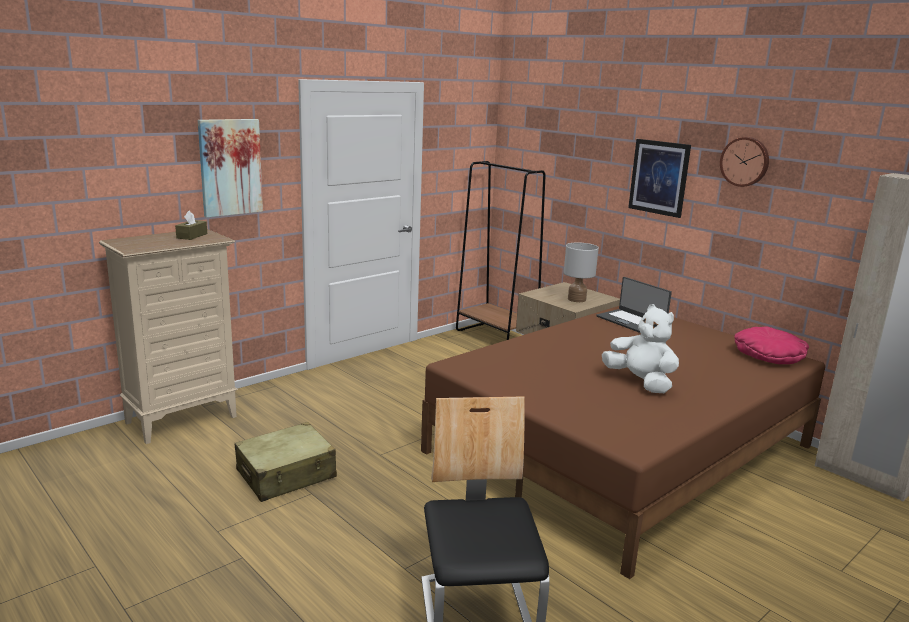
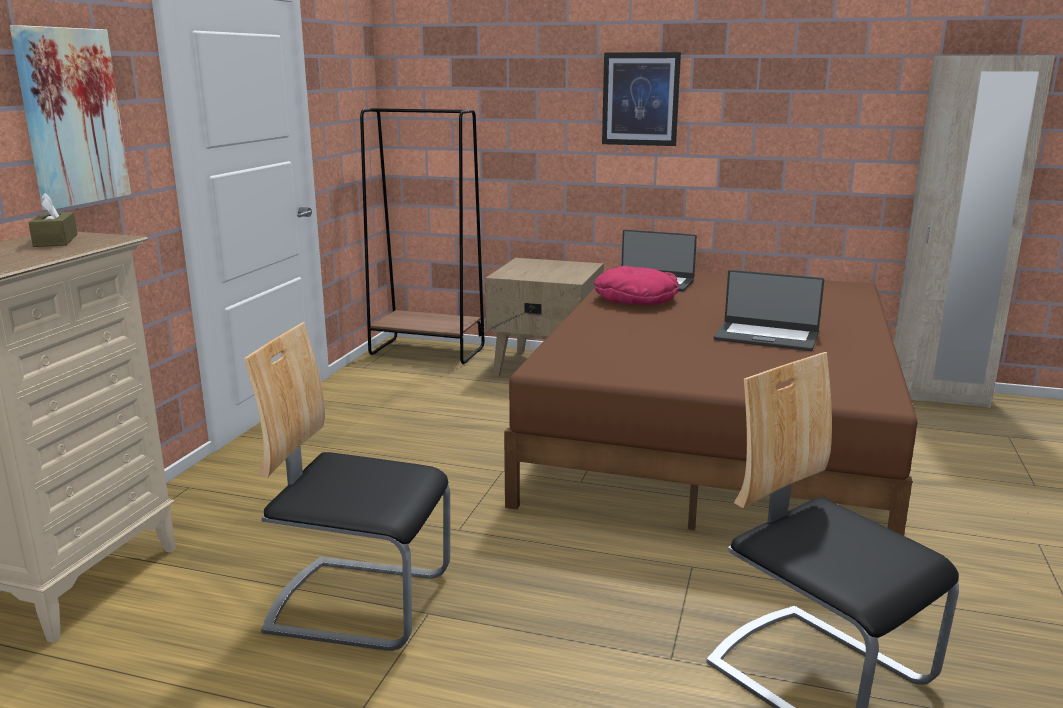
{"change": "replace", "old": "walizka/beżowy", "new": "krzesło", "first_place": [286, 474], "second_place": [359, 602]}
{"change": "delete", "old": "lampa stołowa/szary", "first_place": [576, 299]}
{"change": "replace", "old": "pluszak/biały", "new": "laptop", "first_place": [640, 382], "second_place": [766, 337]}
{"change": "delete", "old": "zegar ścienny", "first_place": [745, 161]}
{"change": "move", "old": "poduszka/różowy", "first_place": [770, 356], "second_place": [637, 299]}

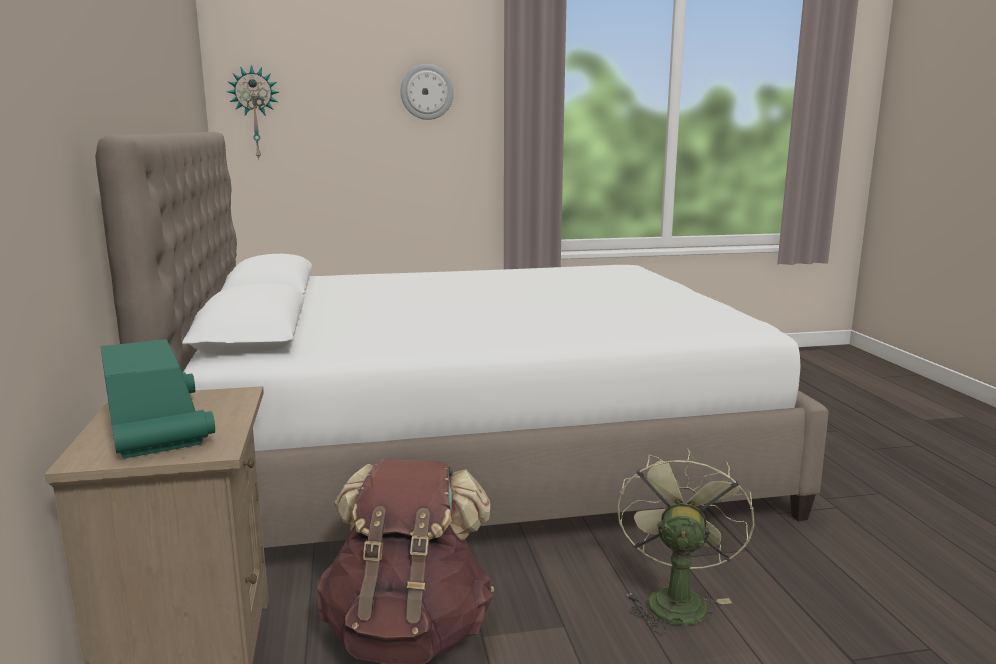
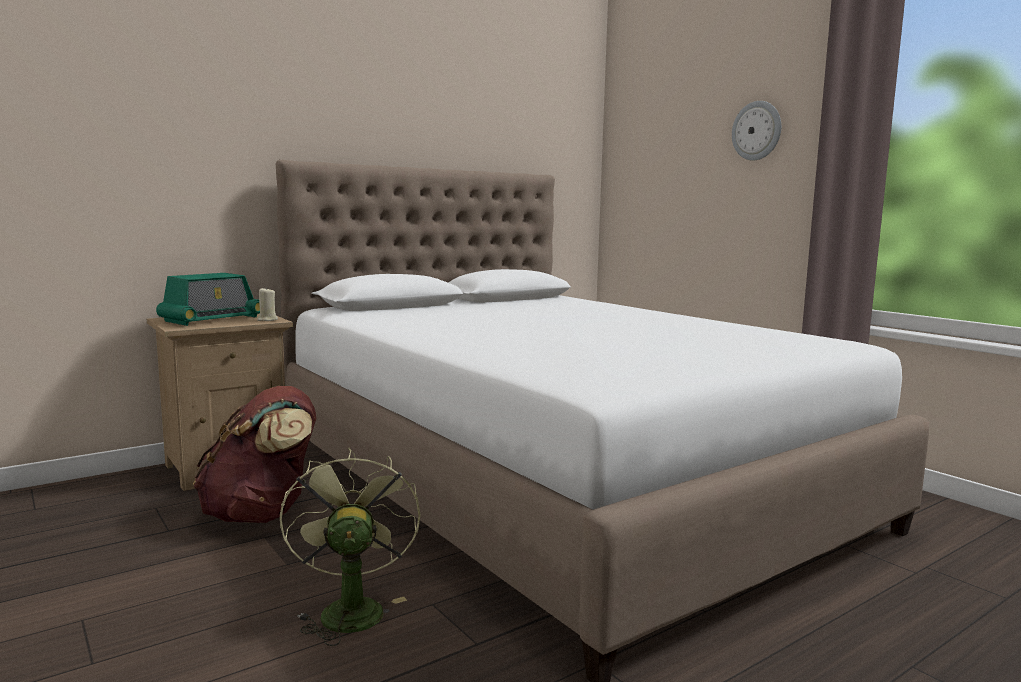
{"change": "delete", "old": "zegar ścienny", "first_place": [255, 113]}
{"change": "rotate", "old": "wentylator/zielony", "first_place": [675, 598], "second_place": [349, 608], "degrees": -90}
{"change": "insert", "new": "świeca/beżowy", "second_place": [267, 320]}

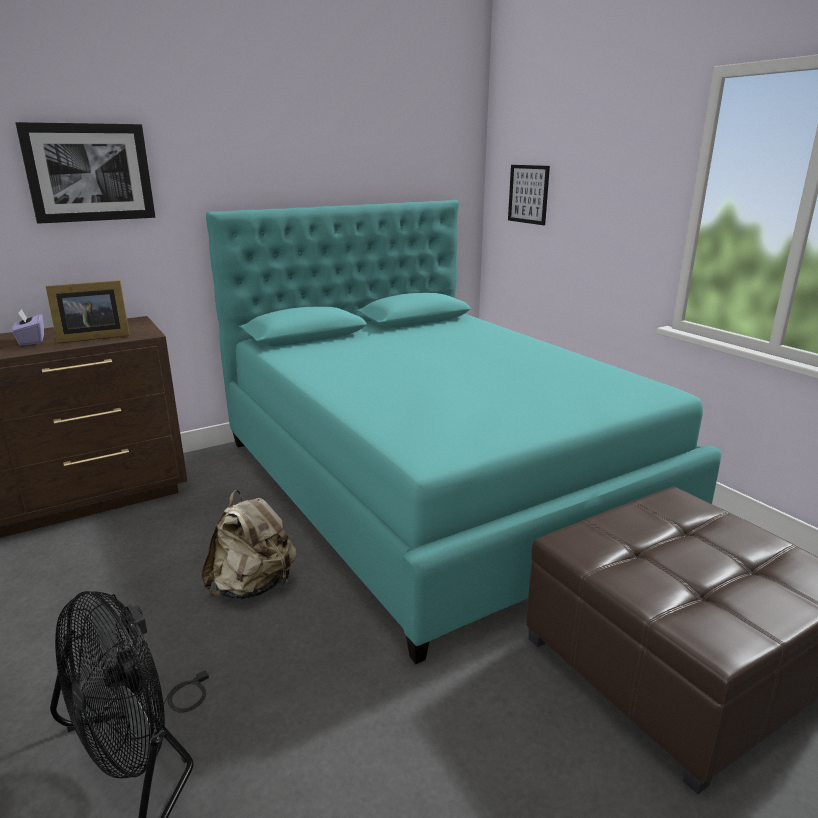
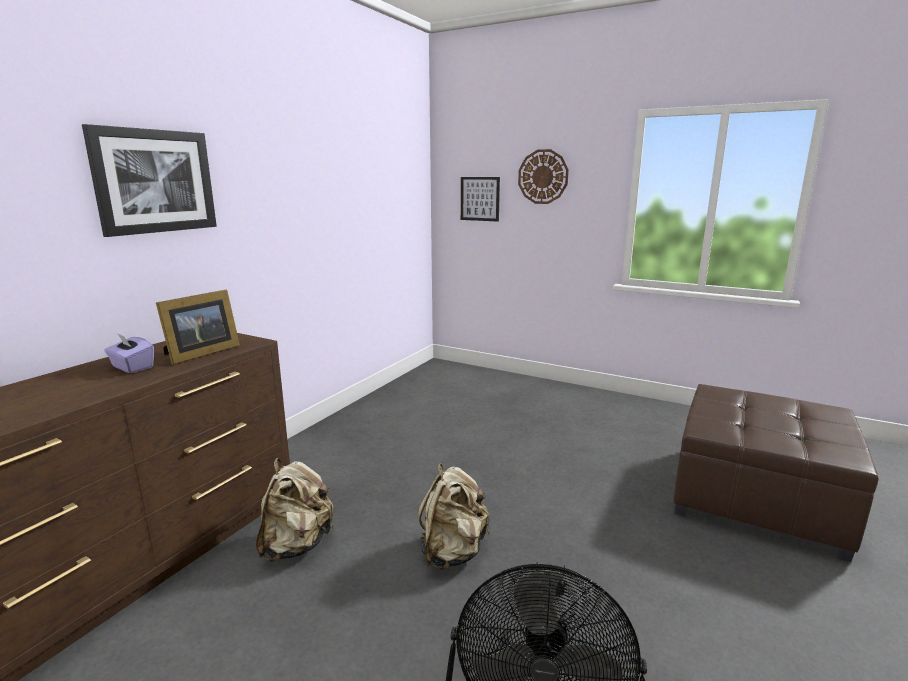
{"change": "delete", "old": "łóżko/turkusowy", "first_place": [437, 483]}
{"change": "insert", "new": "plecak/beżowy", "second_place": [297, 545]}
{"change": "insert", "new": "zegar ścienny", "second_place": [543, 177]}

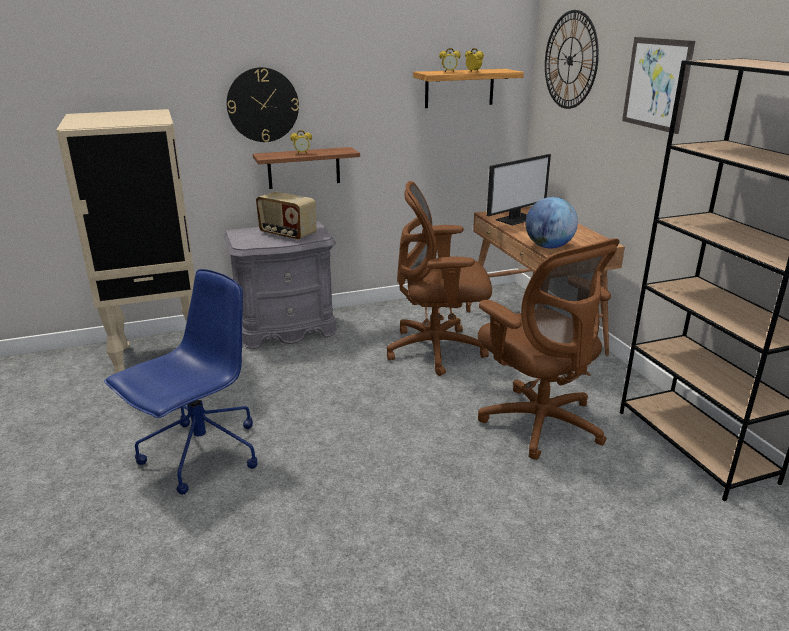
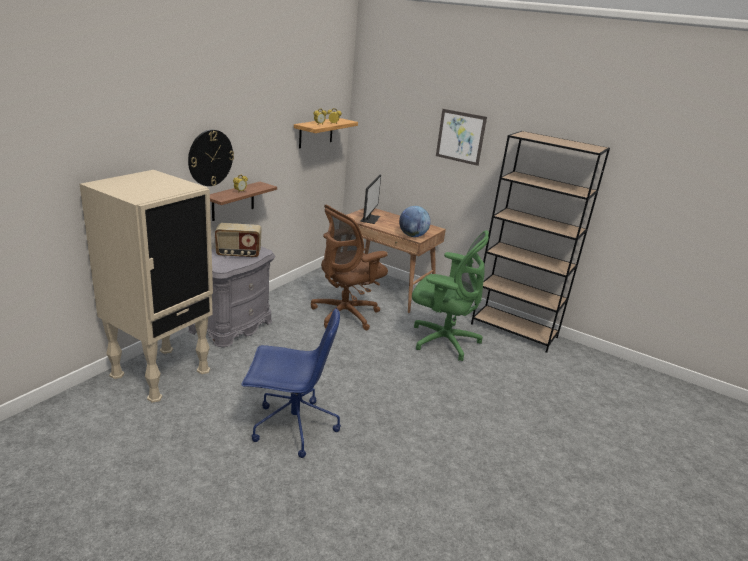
{"change": "rotate", "old": "krzesło biurowe/niebieski", "first_place": [198, 457], "second_place": [290, 427], "degrees": 90}
{"change": "recolor", "old": "krzesło biurowe/brązowy", "new": "krzesło biurowe/zielony", "first_place": [534, 420], "second_place": [439, 340]}
{"change": "delete", "old": "zegar ścienny", "first_place": [570, 60]}

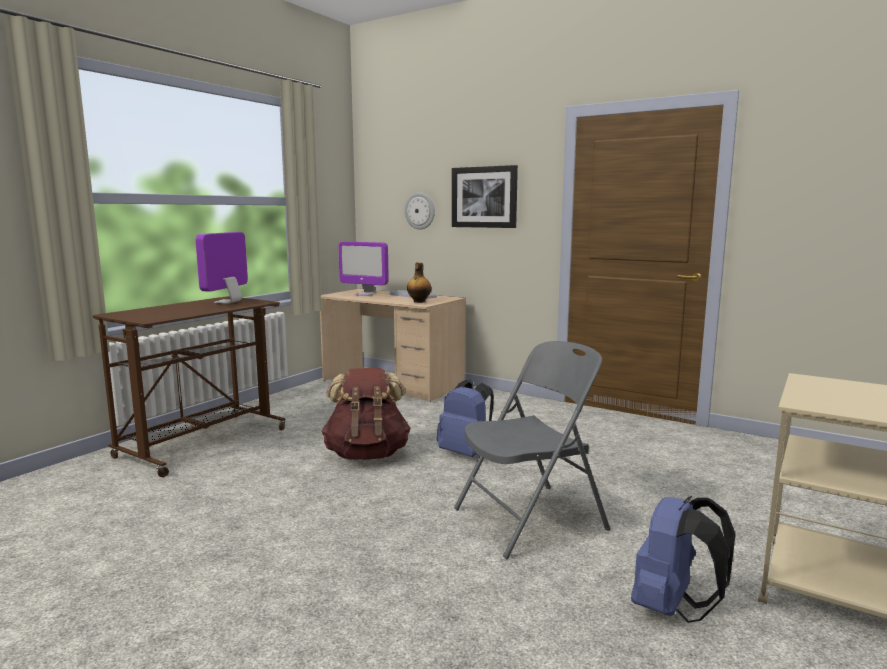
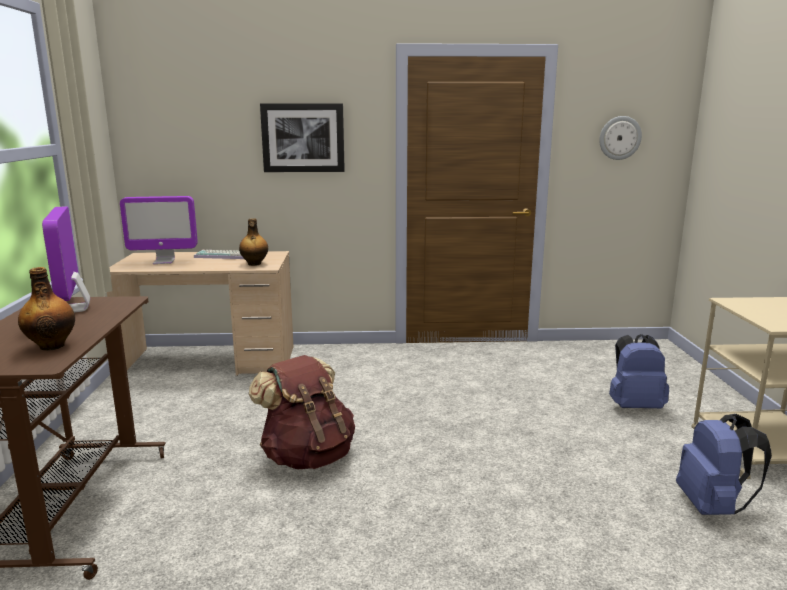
{"change": "move", "old": "zegar ścienny", "first_place": [420, 211], "second_place": [619, 138]}
{"change": "move", "old": "plecak/niebieski", "first_place": [467, 453], "second_place": [634, 406]}
{"change": "delete", "old": "krzesło/szary", "first_place": [529, 519]}
{"change": "insert", "new": "butelka", "second_place": [52, 346]}

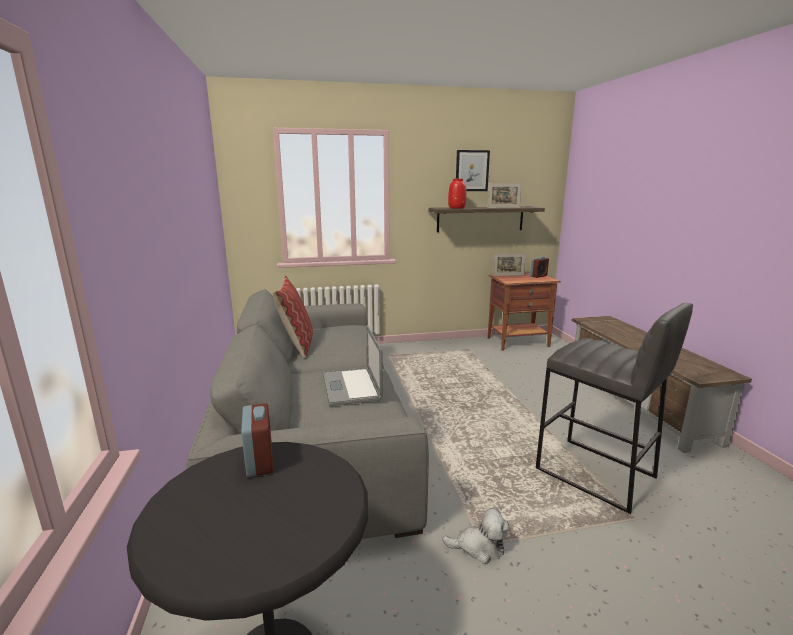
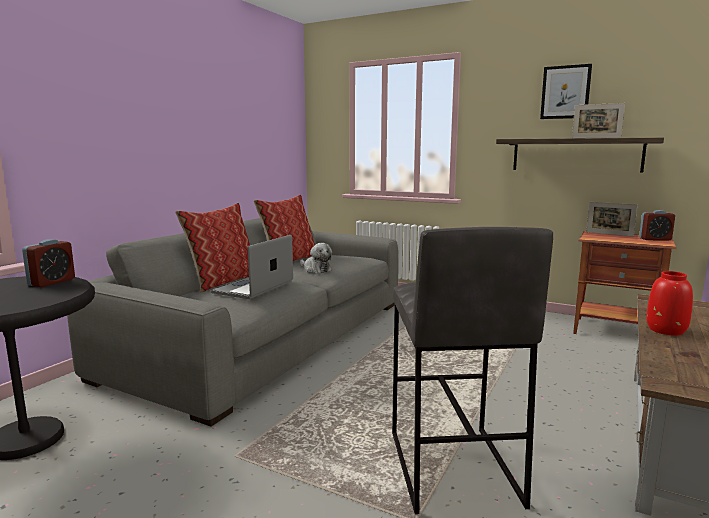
{"change": "move", "old": "pluszak", "first_place": [479, 547], "second_place": [316, 269]}
{"change": "move", "old": "wazon/czerwony", "first_place": [456, 208], "second_place": [666, 330]}
{"change": "insert", "new": "poduszka", "second_place": [223, 281]}

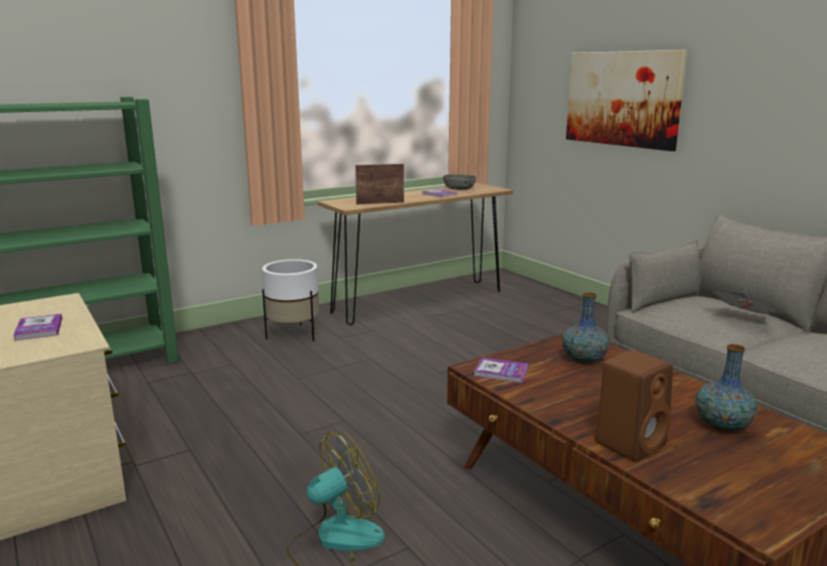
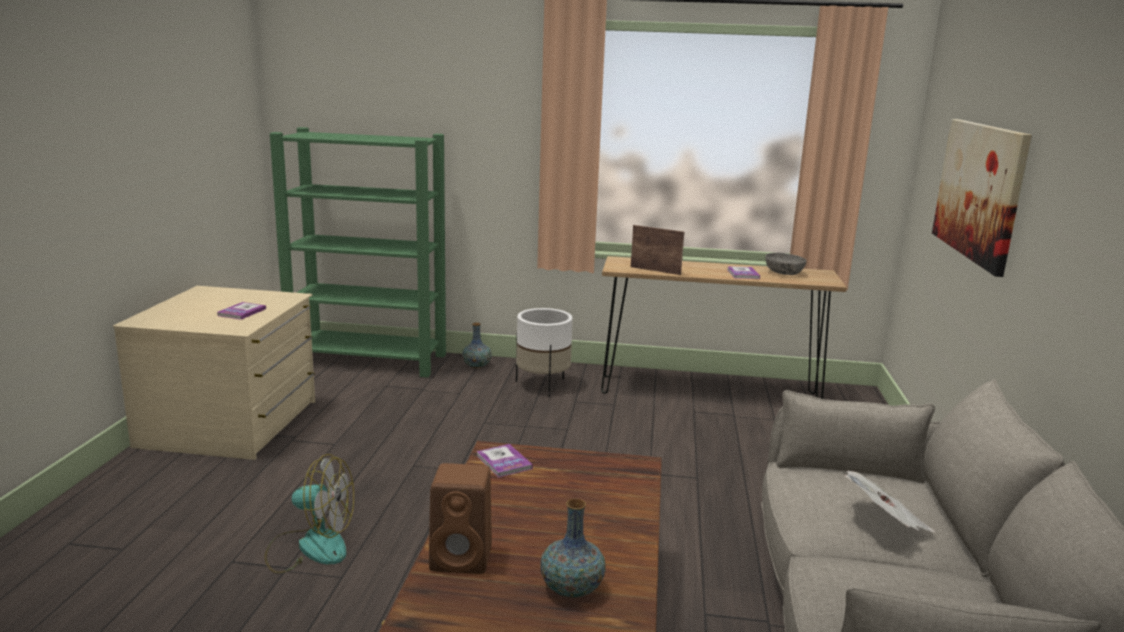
{"change": "move", "old": "wazon", "first_place": [583, 359], "second_place": [476, 366]}

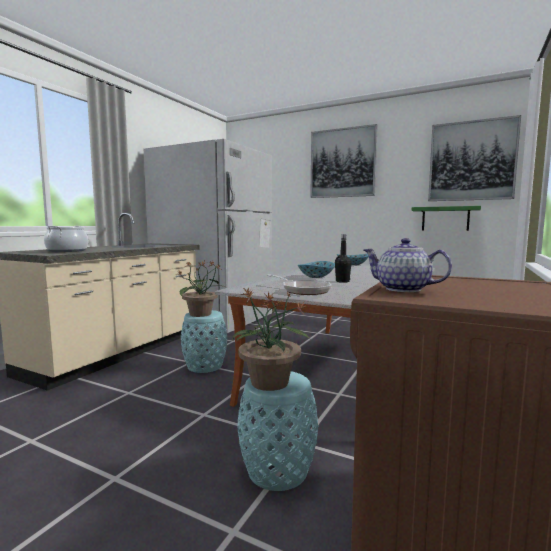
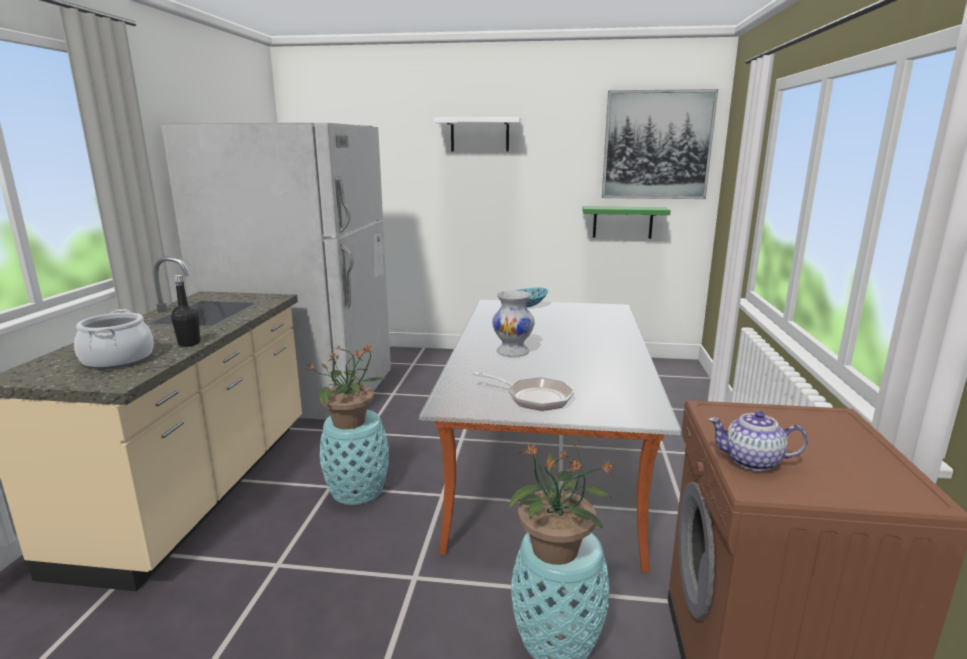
{"change": "replace", "old": "miska", "new": "wazon/biały", "first_place": [316, 277], "second_place": [513, 351]}
{"change": "replace", "old": "obraz", "new": "półka/biały", "first_place": [342, 163], "second_place": [479, 135]}
{"change": "move", "old": "butelka/czarny", "first_place": [342, 281], "second_place": [189, 343]}

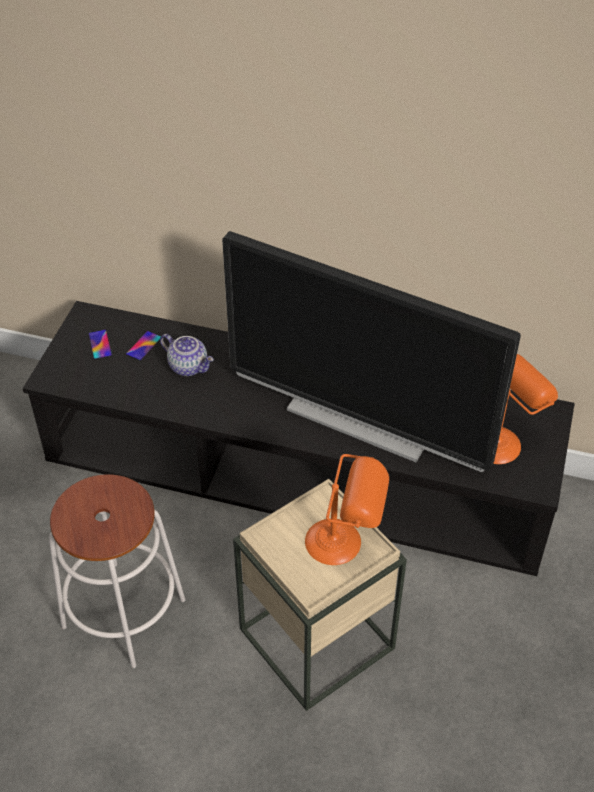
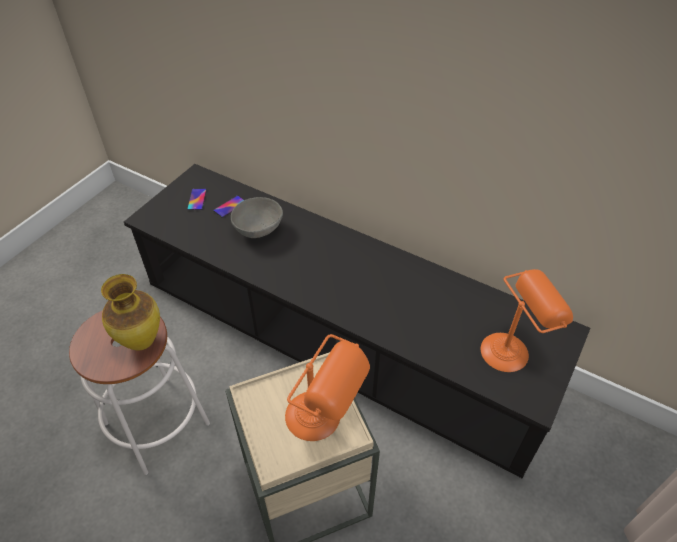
{"change": "replace", "old": "imbryk", "new": "miska/szary", "first_place": [189, 366], "second_place": [259, 229]}
{"change": "delete", "old": "telewizor", "first_place": [360, 420]}
{"change": "insert", "new": "wazon", "second_place": [142, 342]}

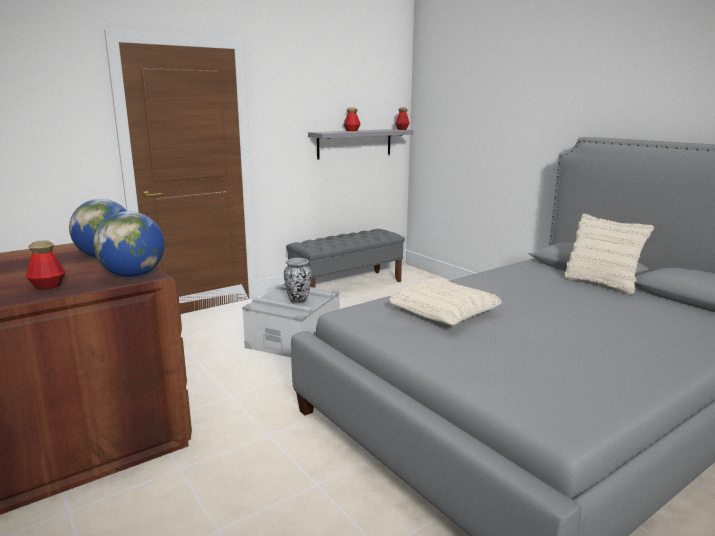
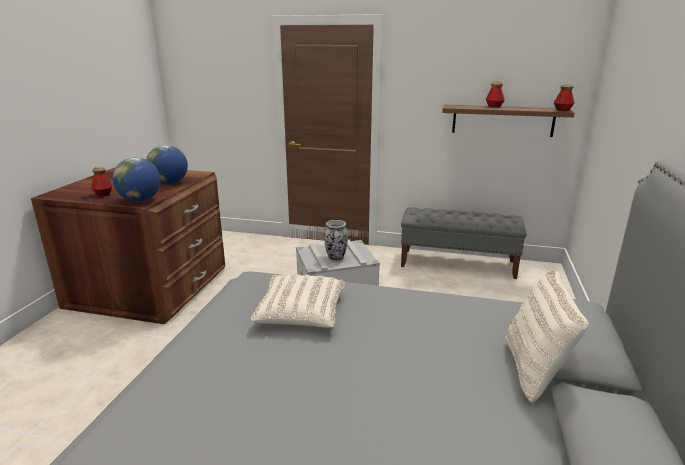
{"change": "recolor", "old": "półka/szary", "new": "półka/brązowy", "first_place": [355, 143], "second_place": [502, 120]}

